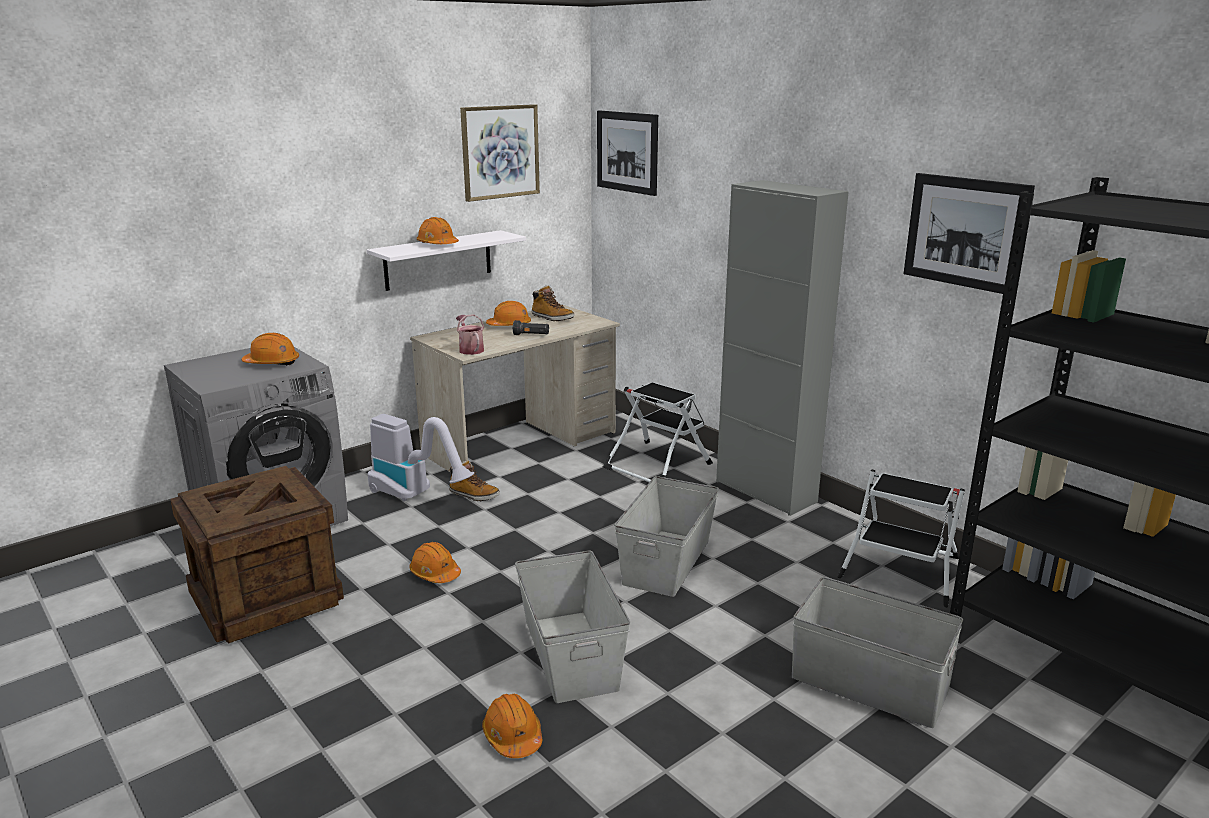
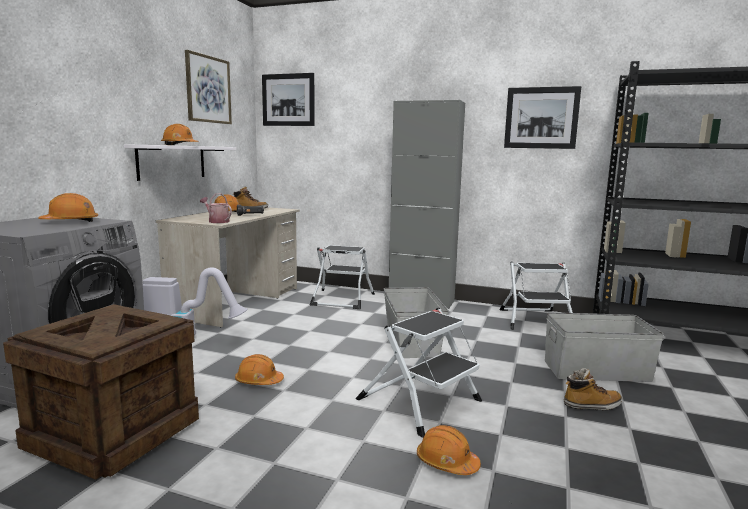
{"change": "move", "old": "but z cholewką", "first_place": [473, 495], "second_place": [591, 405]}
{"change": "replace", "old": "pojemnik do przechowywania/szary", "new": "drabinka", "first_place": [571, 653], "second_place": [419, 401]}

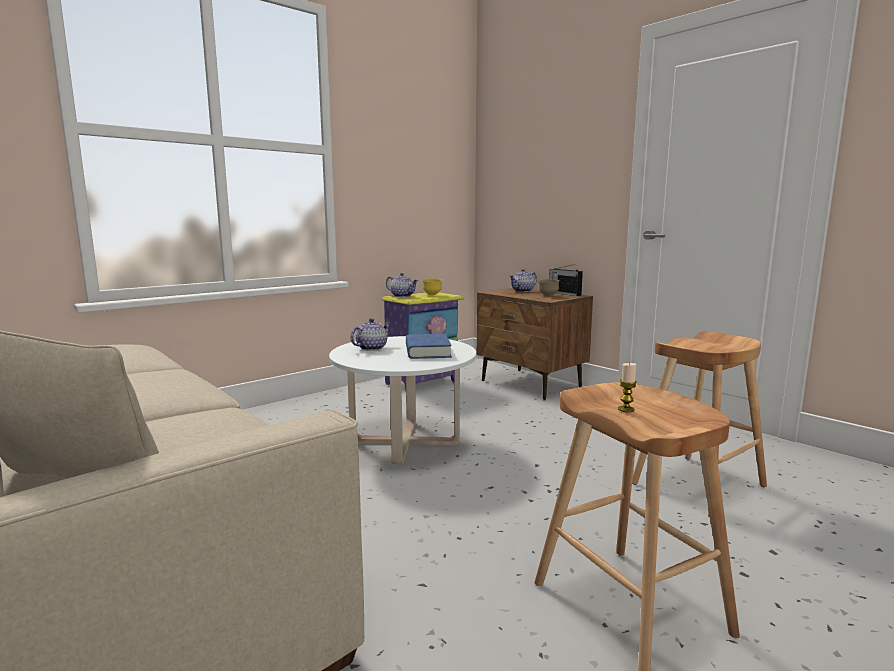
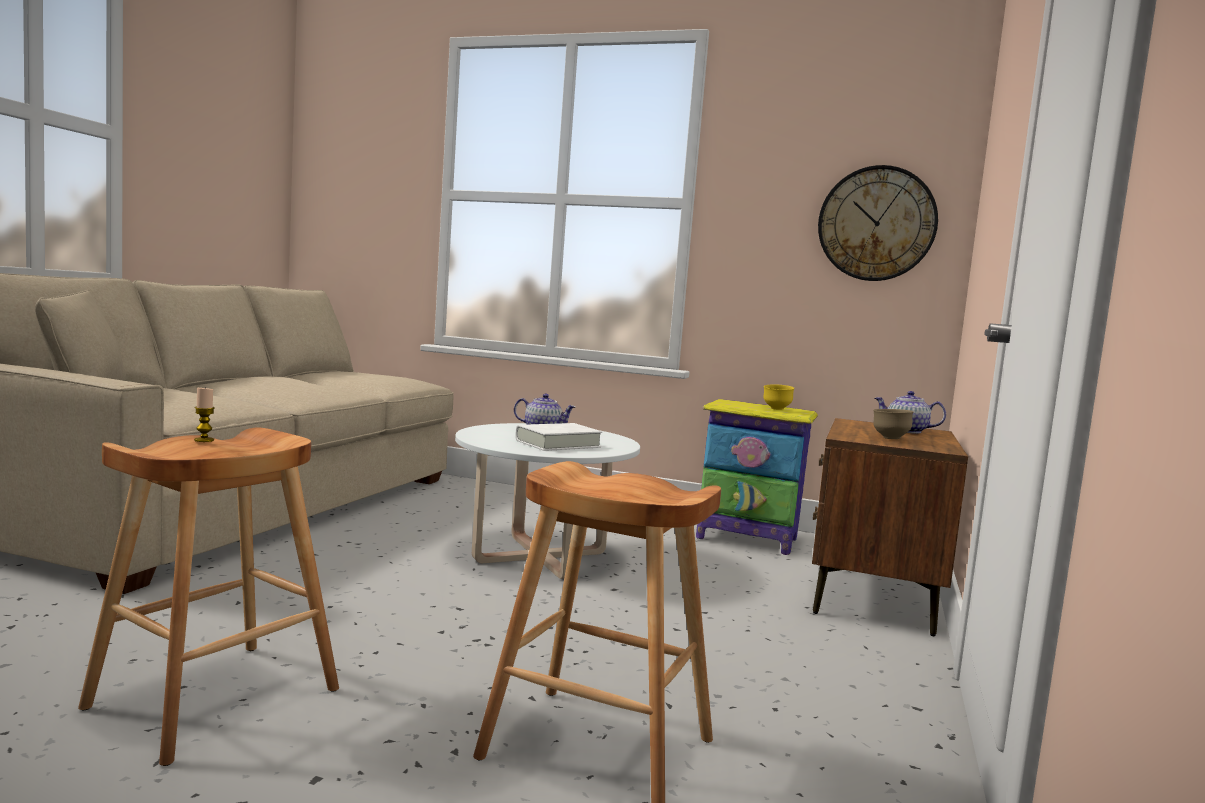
{"change": "delete", "old": "imbryk", "first_place": [402, 296]}
{"change": "recolor", "old": "książka/niebieski", "new": "książka/biały", "first_place": [427, 351], "second_place": [558, 444]}
{"change": "delete", "old": "radio", "first_place": [564, 293]}
{"change": "insert", "new": "zegar ścienny", "second_place": [876, 224]}

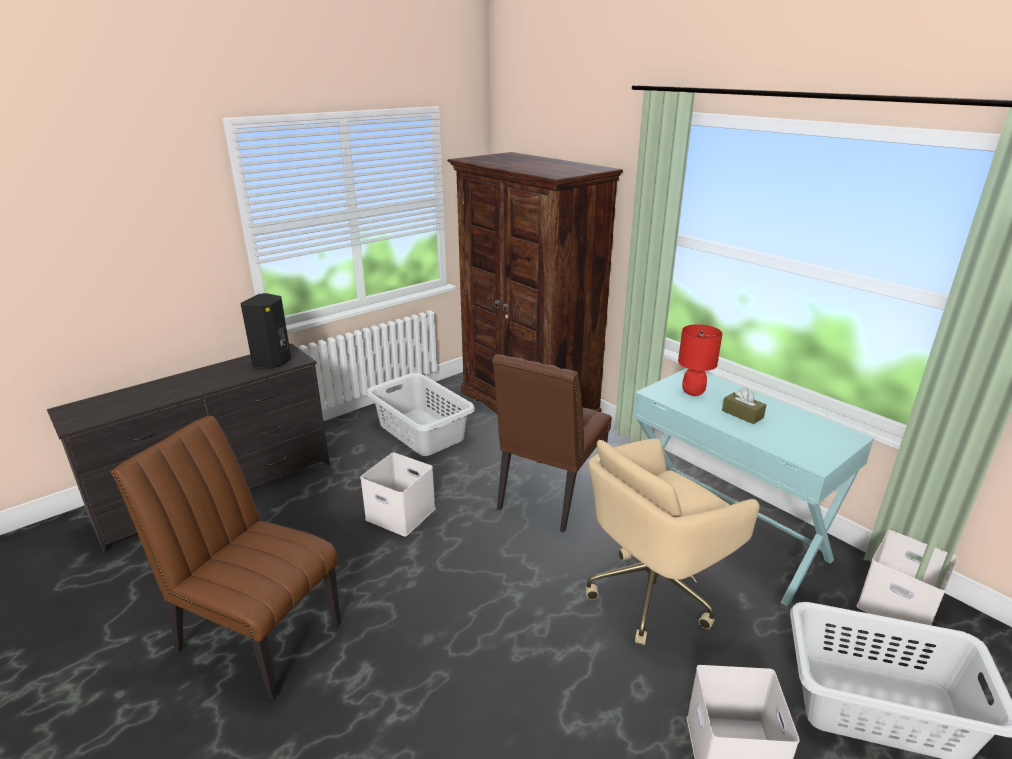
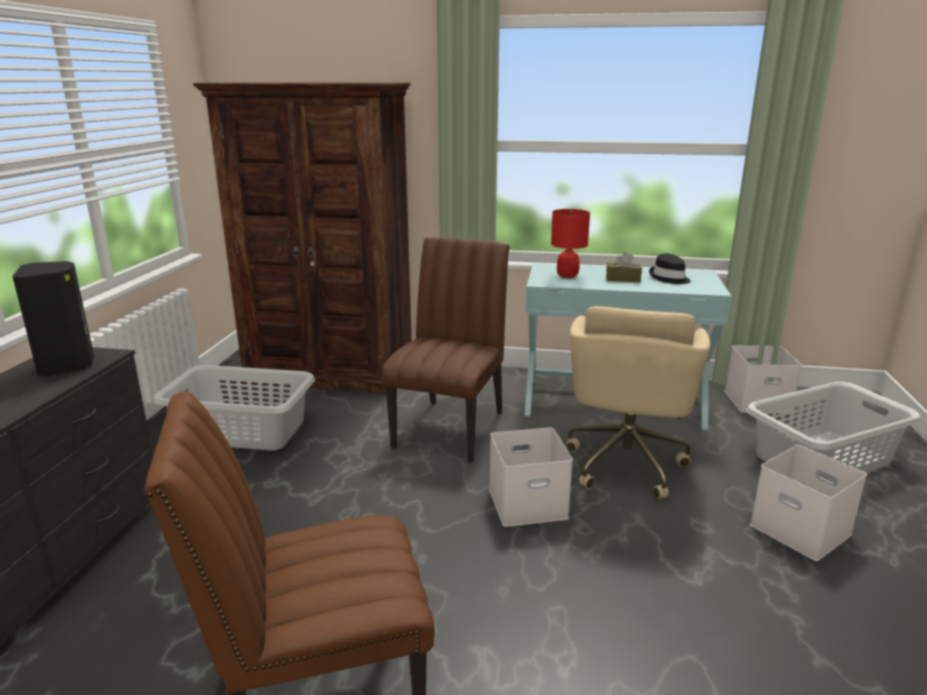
{"change": "move", "old": "pojemnik do przechowywania/biały", "first_place": [402, 513], "second_place": [528, 502]}
{"change": "rotate", "old": "krzesło/brązowy", "first_place": [551, 493], "second_place": [450, 430], "degrees": -150}
{"change": "insert", "new": "kapelusz/czarny", "second_place": [669, 278]}

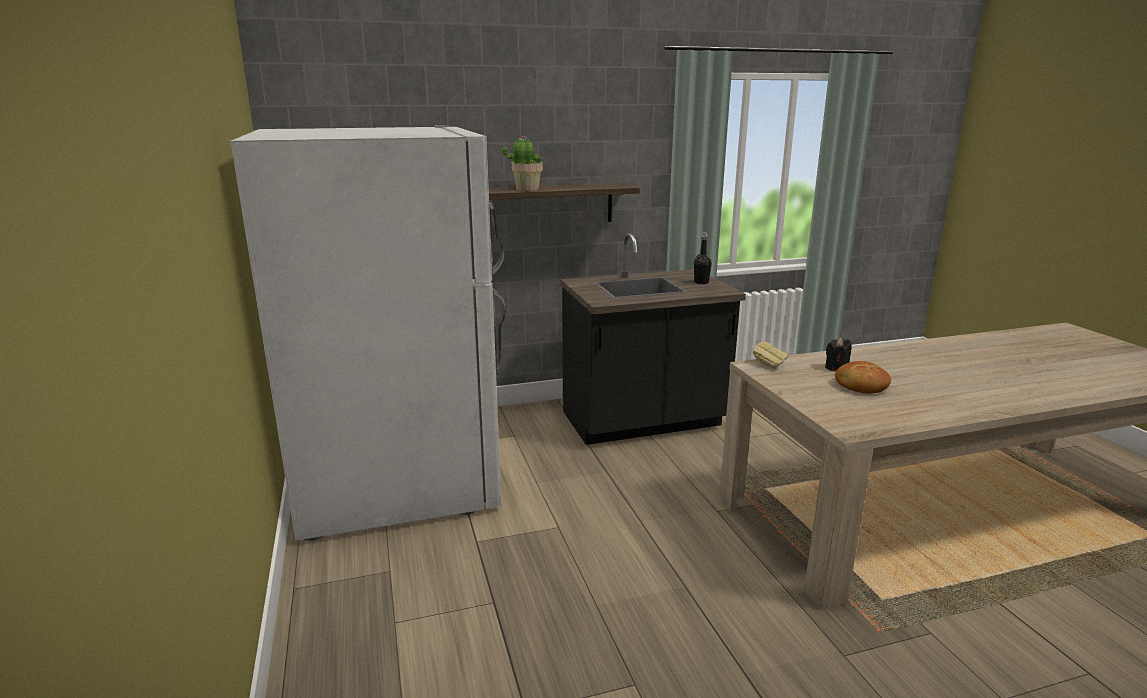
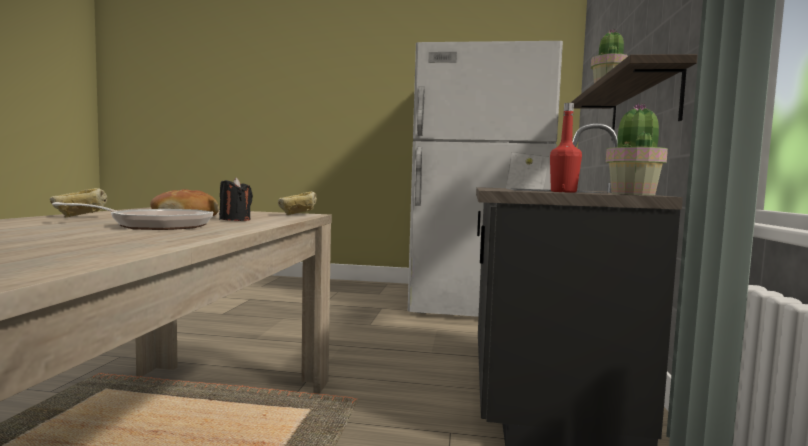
{"change": "recolor", "old": "butelka/czarny", "new": "butelka/czerwony", "first_place": [701, 282], "second_place": [563, 192]}
{"change": "insert", "new": "chleb", "second_place": [80, 217]}
{"change": "insert", "new": "patelnia", "second_place": [154, 225]}
{"change": "insert", "new": "roślina doniczkowa", "second_place": [633, 194]}

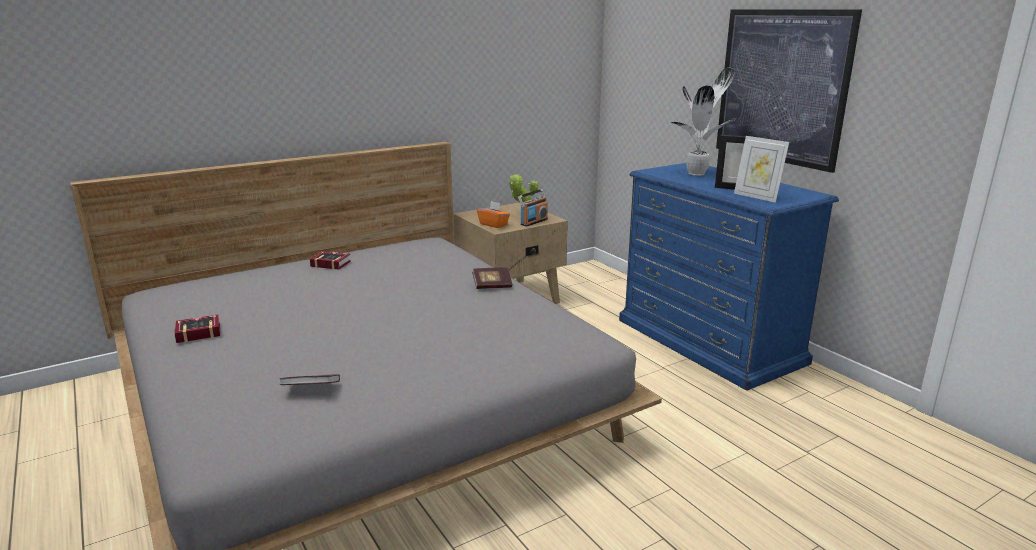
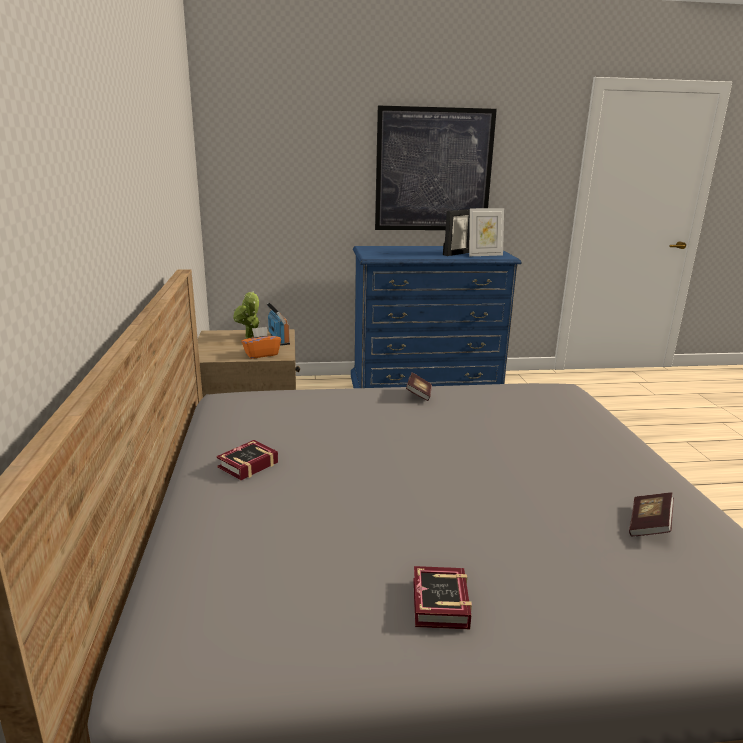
{"change": "delete", "old": "roślina doniczkowa", "first_place": [698, 173]}

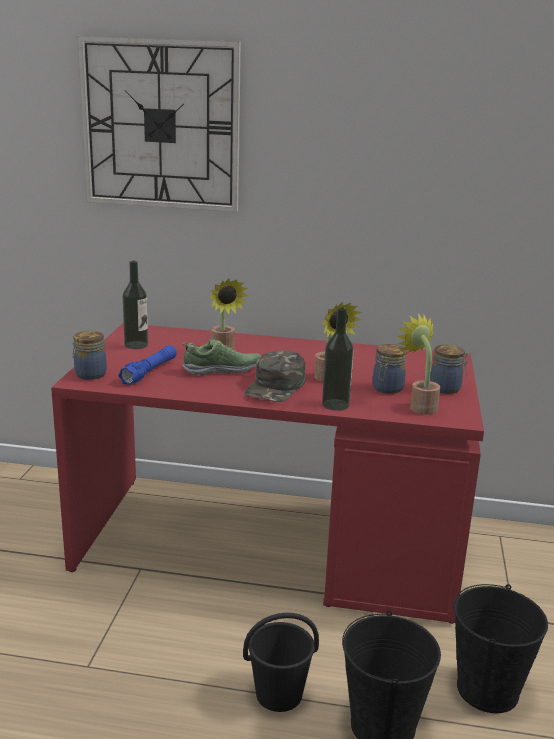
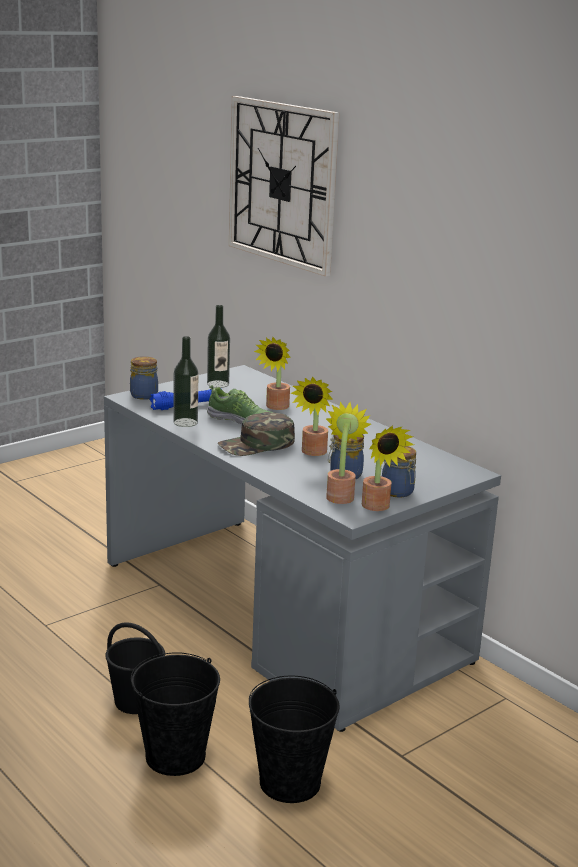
{"change": "recolor", "old": "biurko/czerwony", "new": "biurko/szary", "first_place": [270, 542], "second_place": [282, 610]}
{"change": "move", "old": "butelka", "first_place": [335, 405], "second_place": [185, 422]}
{"change": "insert", "new": "roślina doniczkowa", "second_place": [378, 507]}

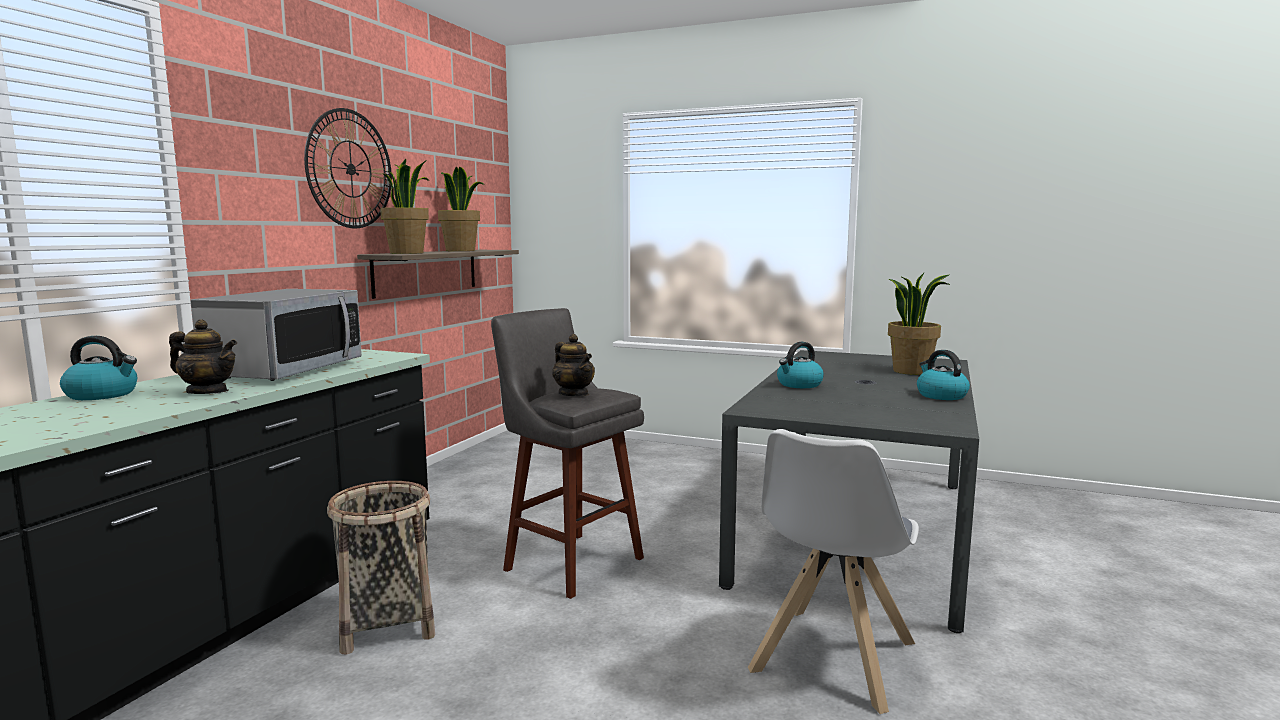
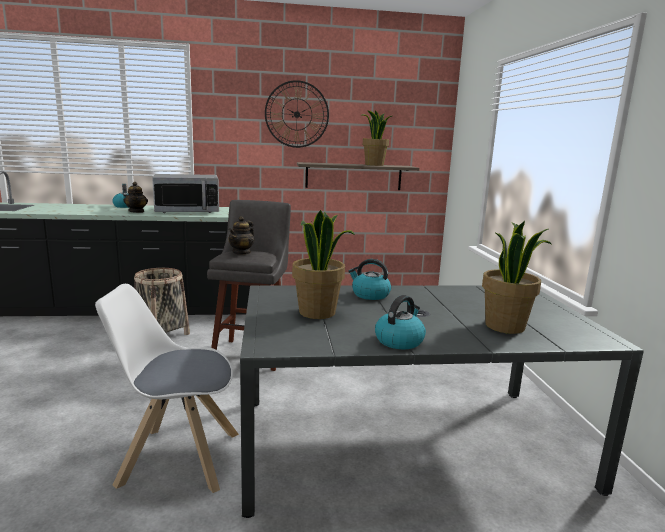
{"change": "move", "old": "roślina doniczkowa", "first_place": [407, 253], "second_place": [318, 313]}

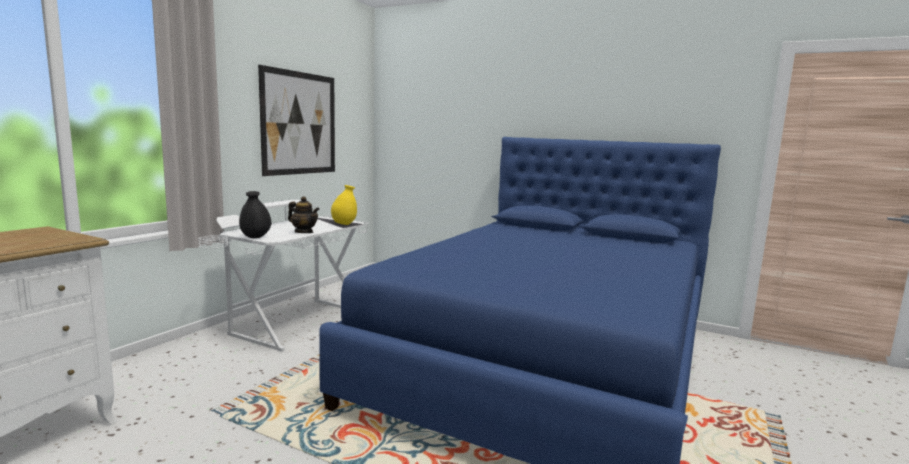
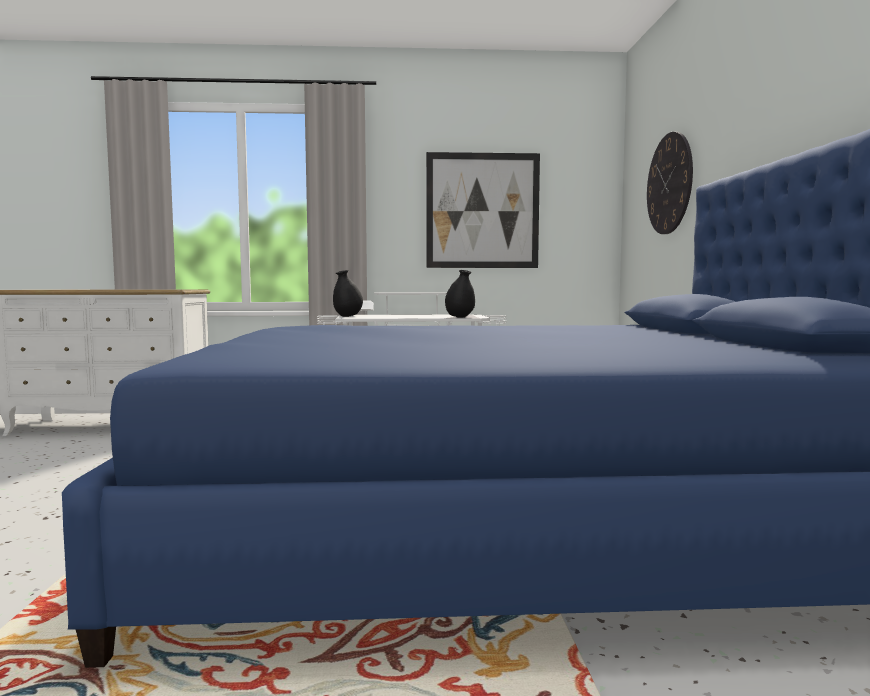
{"change": "delete", "old": "imbryk", "first_place": [304, 232]}
{"change": "recolor", "old": "wazon/żółty", "new": "wazon/czarny", "first_place": [344, 224], "second_place": [460, 317]}
{"change": "insert", "new": "zegar ścienny", "second_place": [669, 184]}

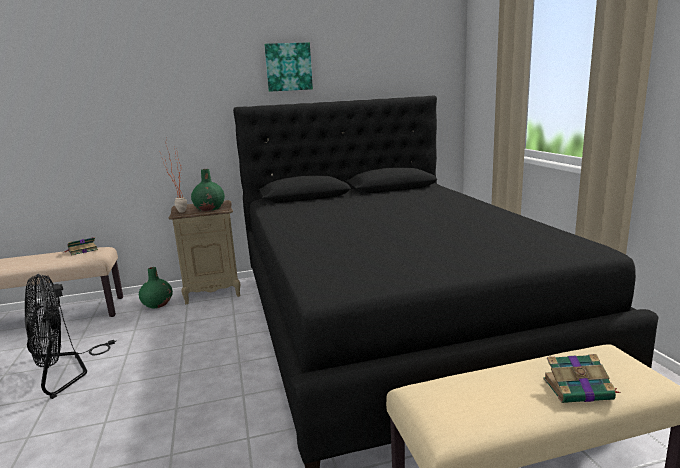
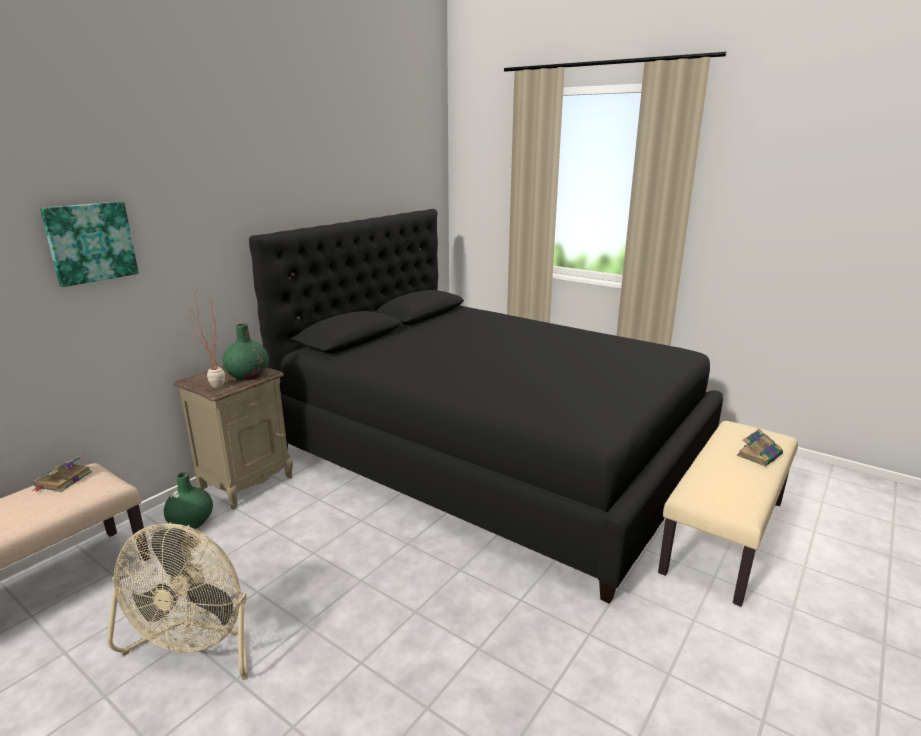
{"change": "recolor", "old": "wentylator/czarny", "new": "wentylator/beżowy", "first_place": [66, 368], "second_place": [196, 642]}
{"change": "move", "old": "obraz", "first_place": [288, 67], "second_place": [90, 242]}

